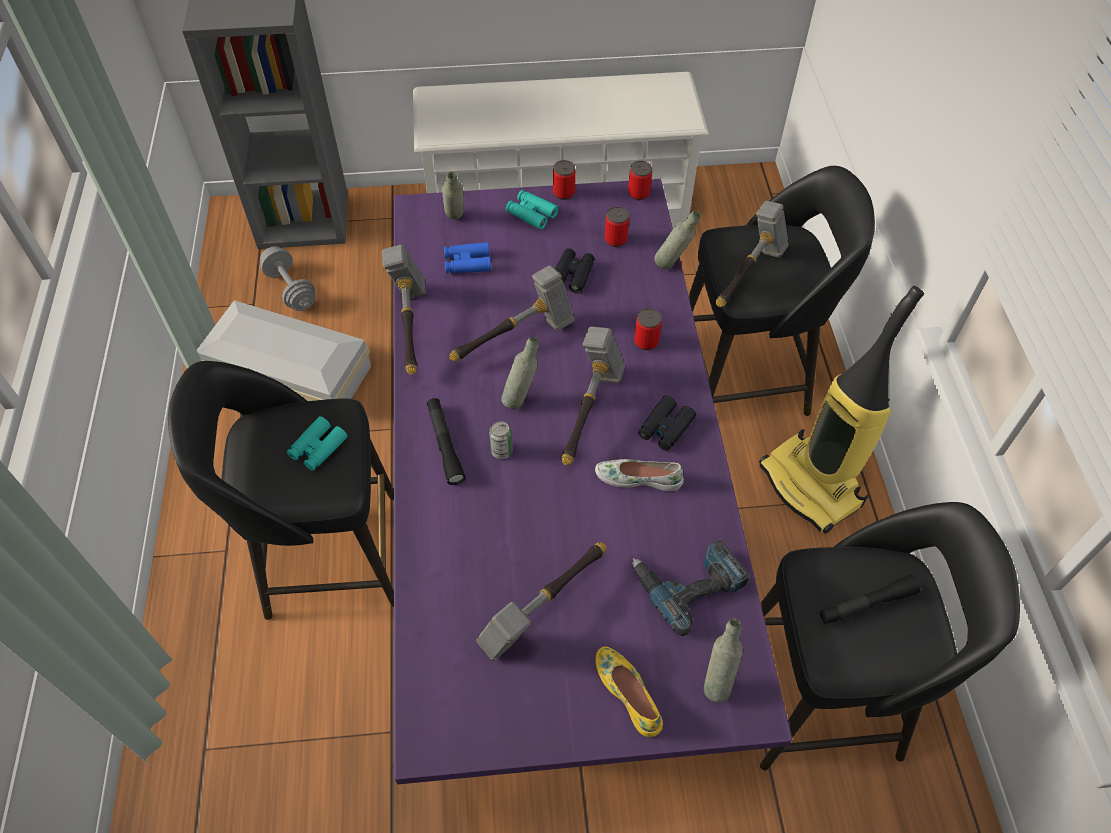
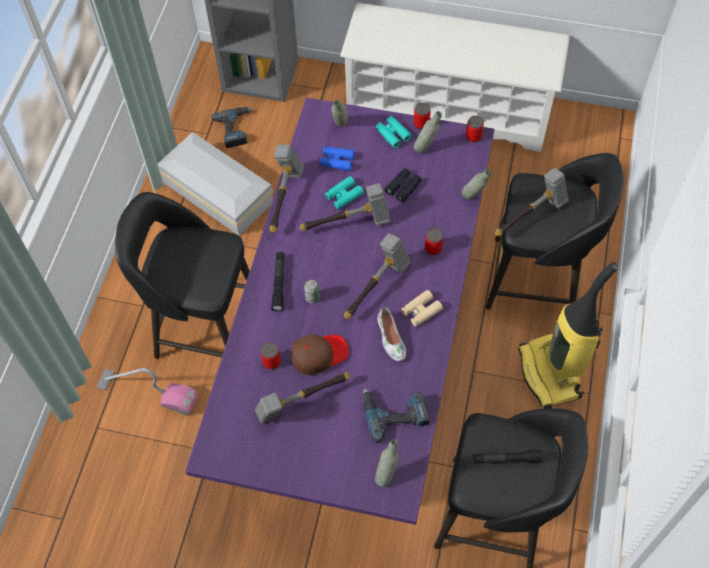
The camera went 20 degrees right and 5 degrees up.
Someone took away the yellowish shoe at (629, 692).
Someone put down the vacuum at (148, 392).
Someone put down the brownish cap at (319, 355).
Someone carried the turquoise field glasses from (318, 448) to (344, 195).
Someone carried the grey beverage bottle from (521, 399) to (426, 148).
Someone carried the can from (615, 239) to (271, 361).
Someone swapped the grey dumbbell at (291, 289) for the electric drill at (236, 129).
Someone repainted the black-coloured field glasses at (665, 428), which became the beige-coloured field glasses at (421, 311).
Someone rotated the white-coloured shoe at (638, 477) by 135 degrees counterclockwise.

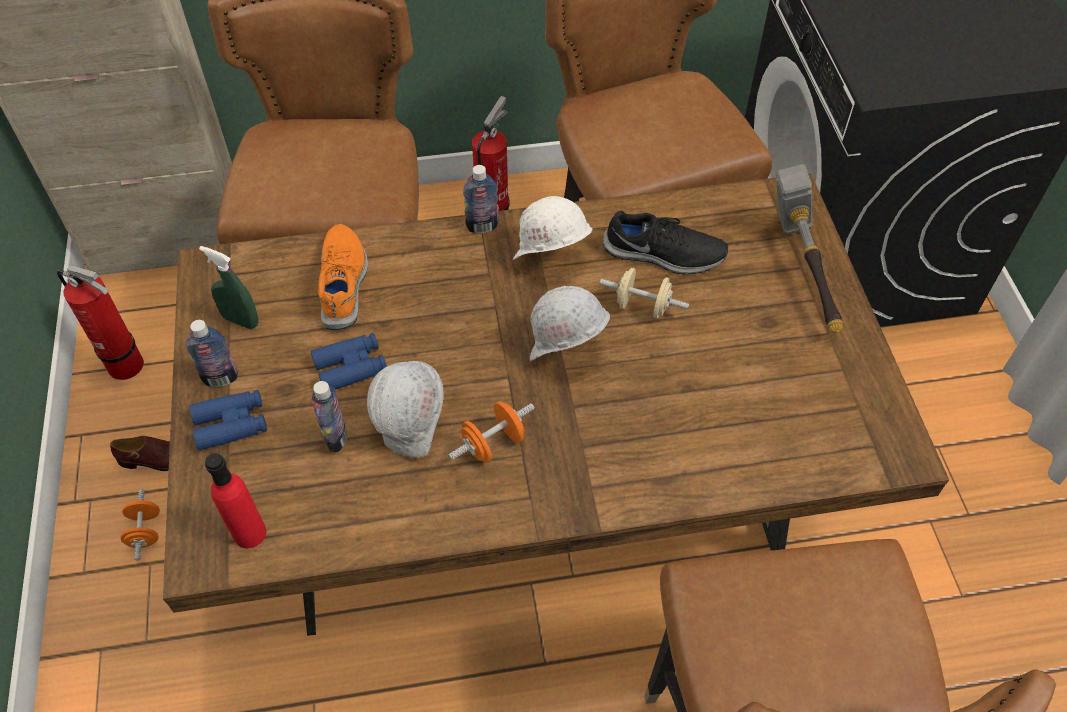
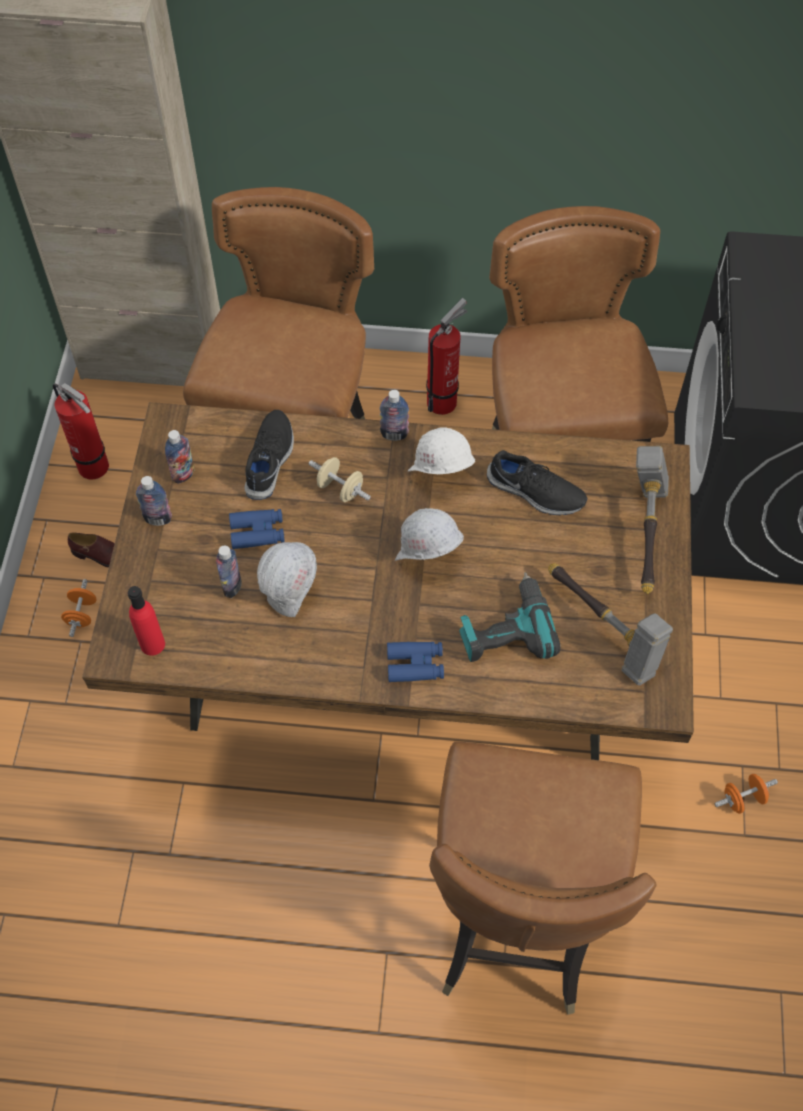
The camera went 15 degrees right and 5 degrees up.
Someone put down the electric drill at (505, 629).
Someone put down the hammer at (603, 630).
Someone carried the blue field glasses from (231, 424) to (415, 665).
Someone carried the orange-coloured dumbbell from (493, 443) to (743, 799).
Someone carried the beige-coloured dumbbell from (642, 306) to (340, 489).
Someone swapped the green hand sprayer at (240, 320) for the beverage bottle at (183, 474).
Someone repainted the orange-coloured shoe at (344, 283), which became the black-coloured shoe at (270, 460).

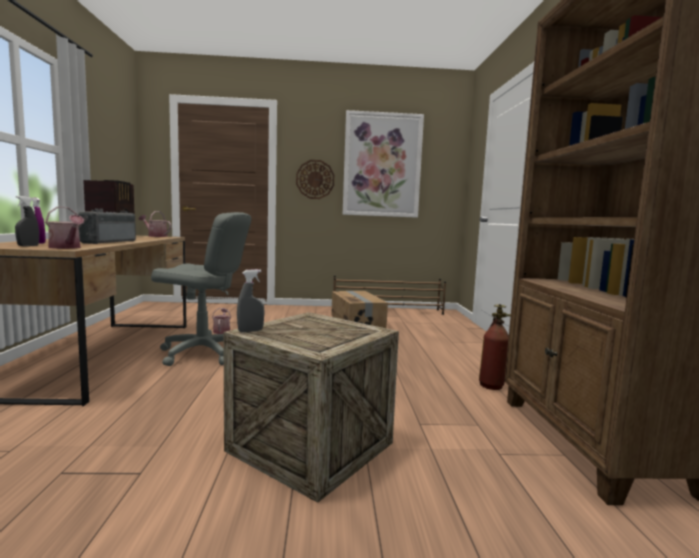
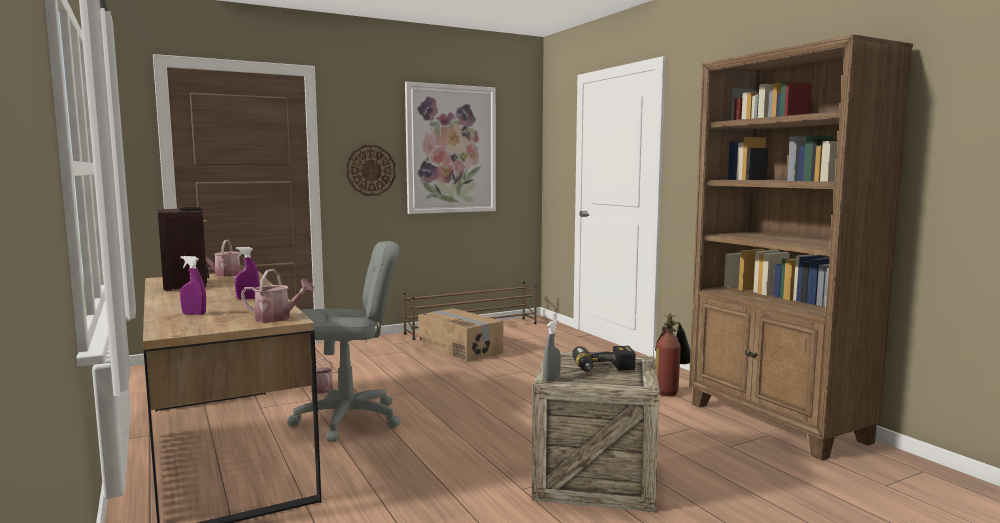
The camera went 25 degrees left and 0 degrees up.
Someone took away the grey hand sprayer at (28, 246).
Someone put down the electric drill at (604, 370).
Someone swapped the radio at (106, 242) for the purplish hand sprayer at (248, 299).

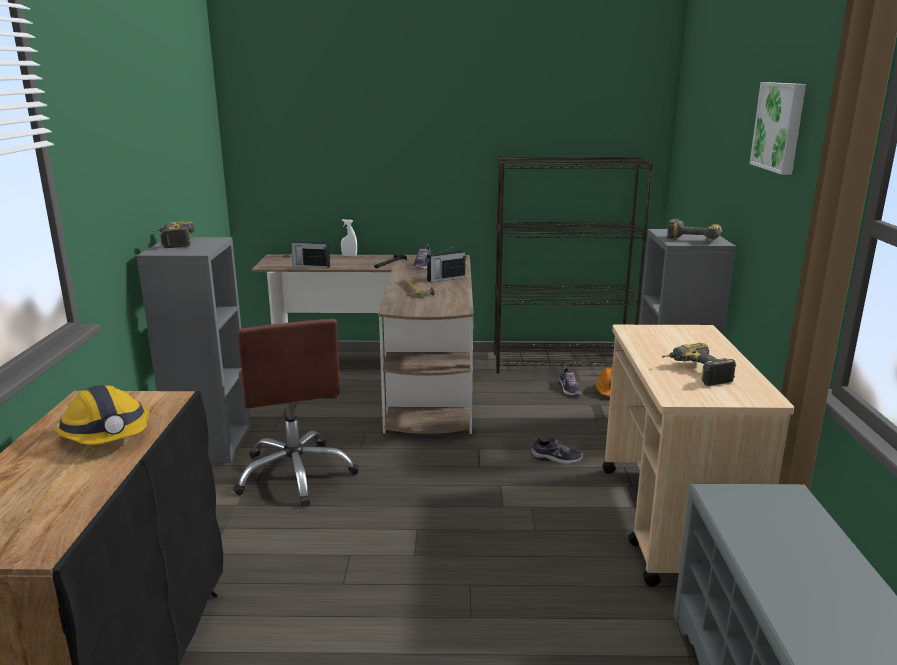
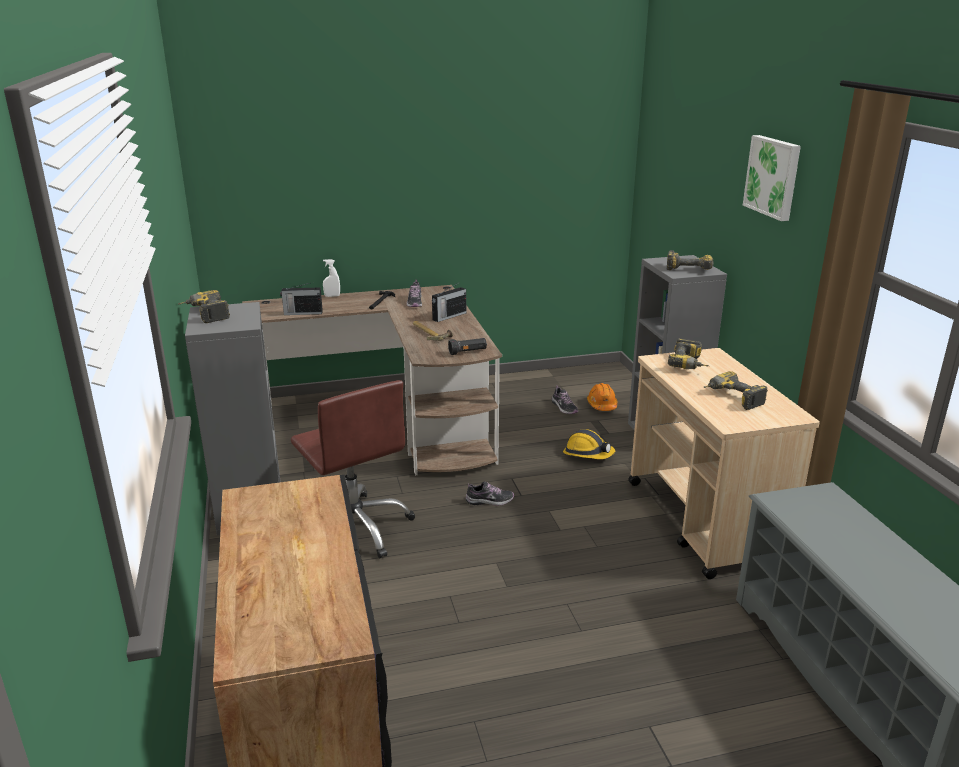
The camera went 15 degrees left and 5 degrees up.
Someone took away the black-coloured shelving unit at (562, 363).
Someone put down the black-coloured torch at (467, 352).
Someone put down the electric drill at (690, 365).
Someone carried the hard hat from (107, 435) to (588, 454).
Someone carried the shoe from (556, 458) to (489, 501).

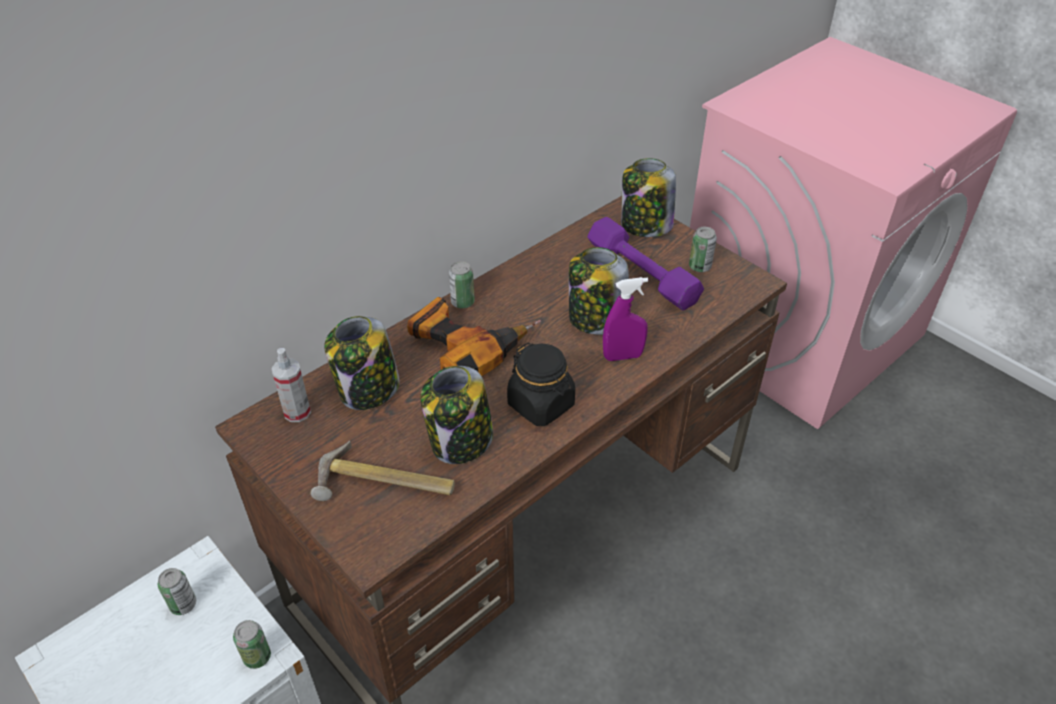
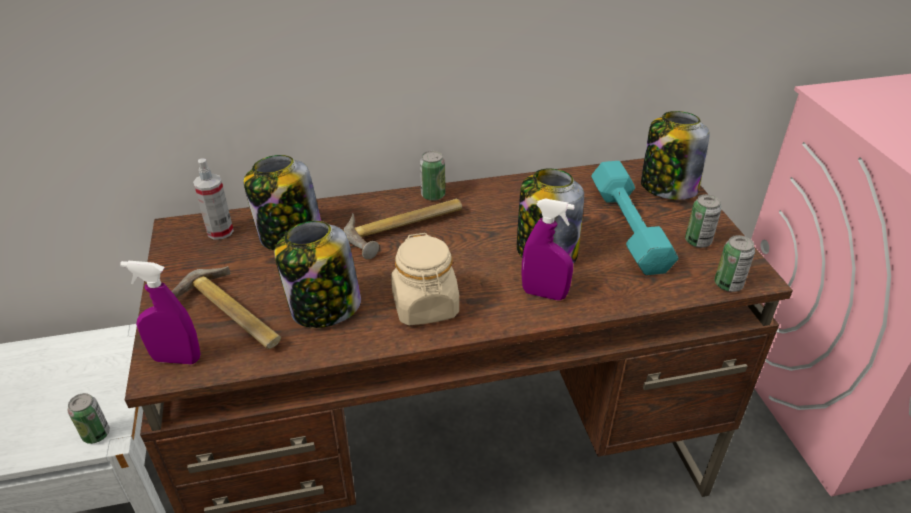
The camera went 30 degrees right and 5 degrees down.
Someone put down the purplish hand sprayer at (176, 359).
Someone carried the can from (183, 604) to (728, 284).
Someone swapped the electric drill at (467, 344) for the hammer at (406, 229).
Someone repainted the black-coloured preserve jar at (541, 404), which became the beige-coloured preserve jar at (425, 306).
Someone repainted the purplish dumbbell at (641, 273), which became the turquoise dumbbell at (628, 227).

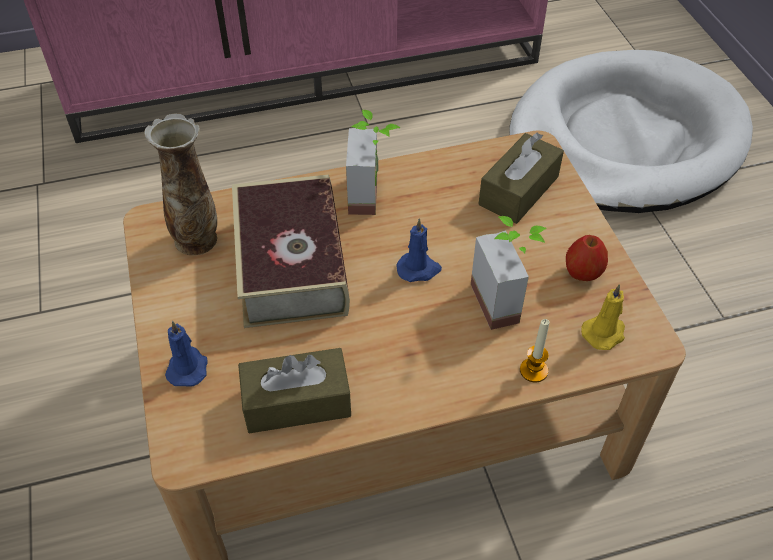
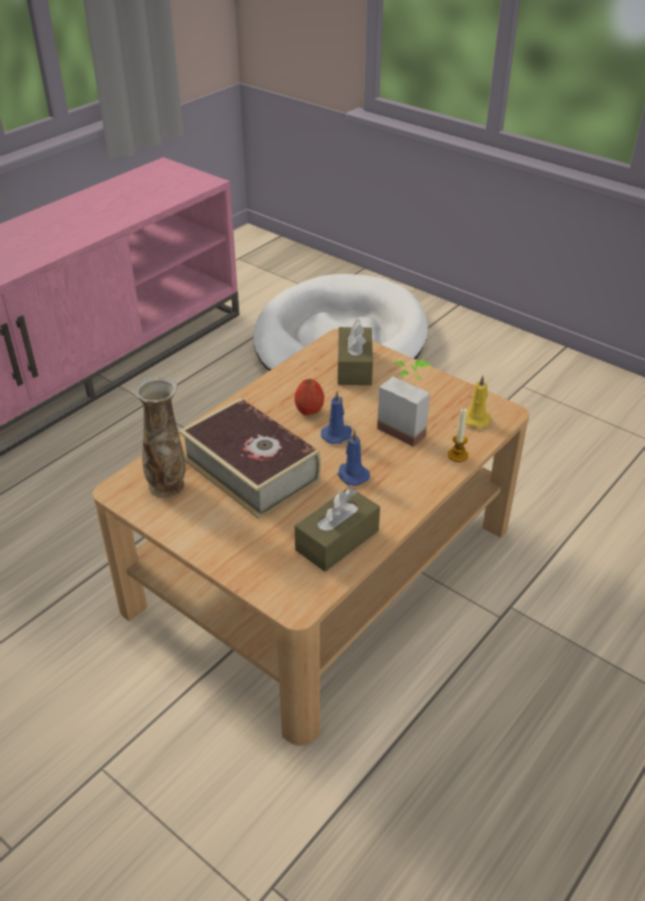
The camera went 35 degrees left and 10 degrees down.
Someone took away the plant in a pot at (374, 195).
Someone carried the blue candle from (188, 367) to (352, 475).
Someone carried the apple from (582, 274) to (309, 411).

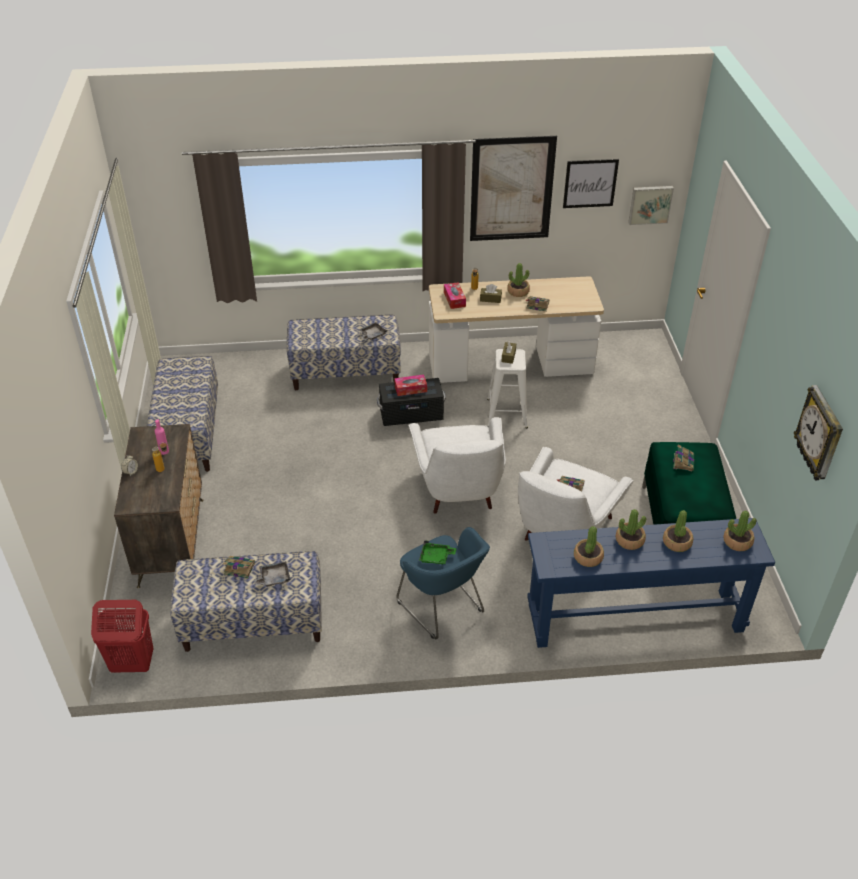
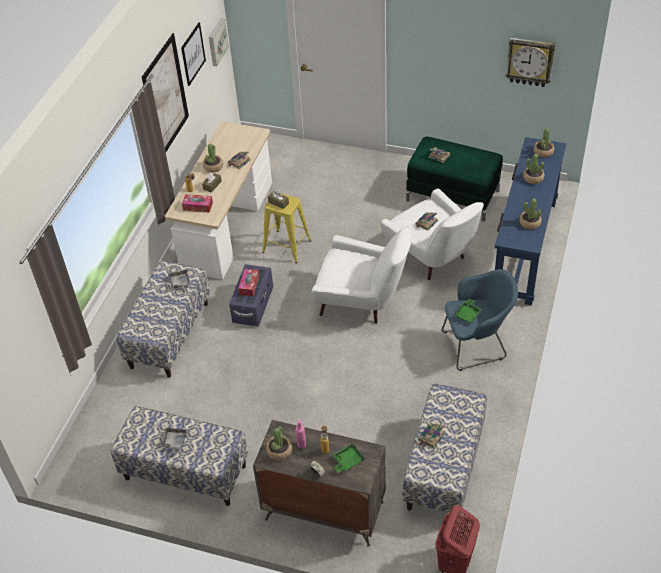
The camera went 65 degrees left and 5 degrees up.
Someone put down the green serving tray at (347, 461).
Someone carried the grey serving tray from (273, 578) to (174, 442).
Someone carried the plant in a pot from (629, 540) to (279, 451).
Someone repainted the black-coloured storage bin at (411, 414), which became the purplish storage bin at (253, 305).
Someone repainted the white-coloured stool at (507, 413), which became the yellowish stool at (286, 246).

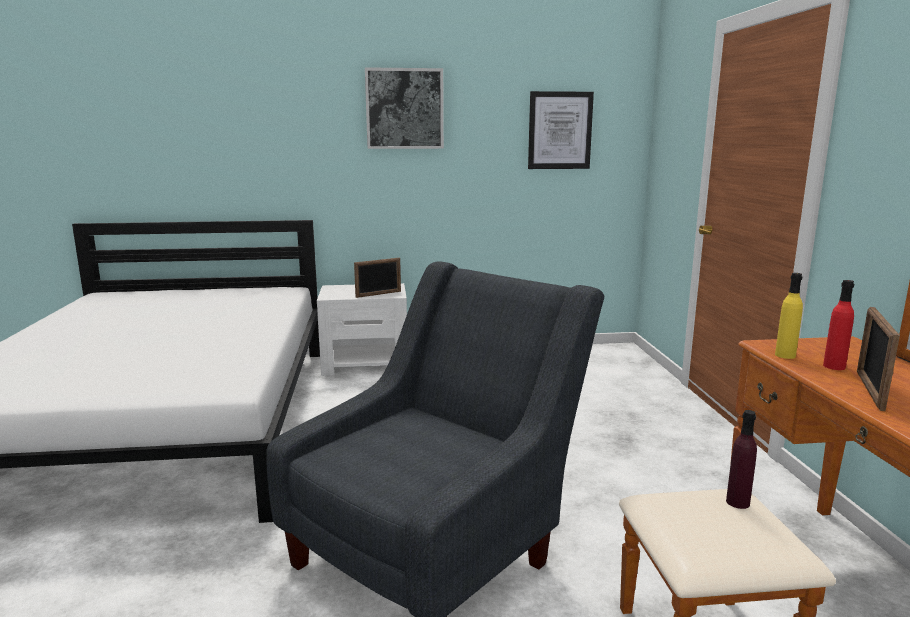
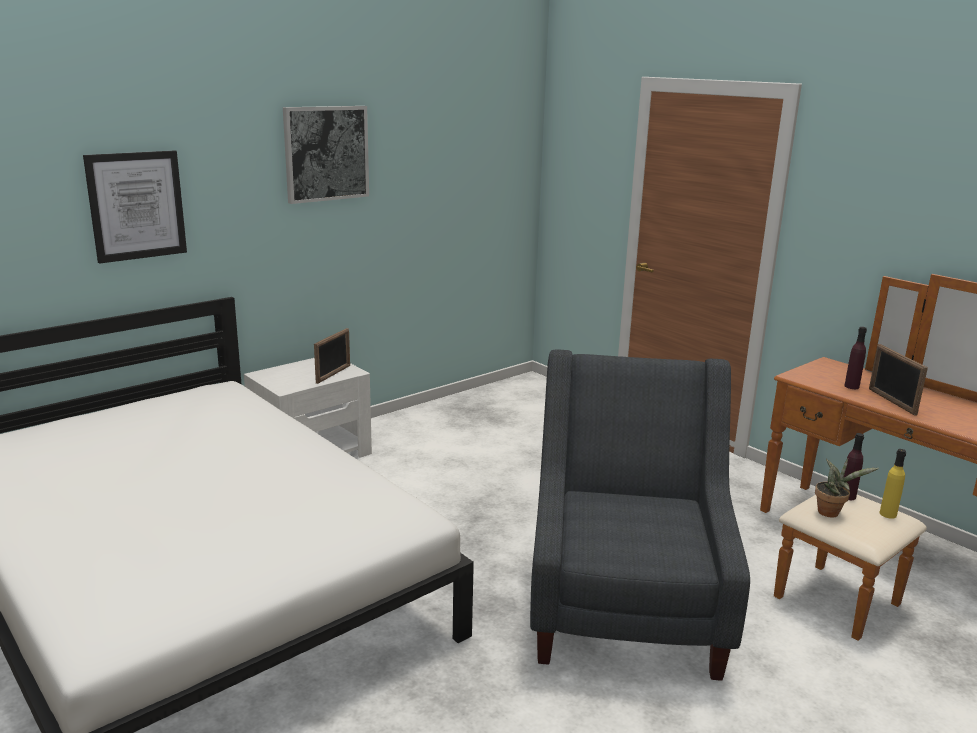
The camera went 35 degrees left and 5 degrees up.
Someone put down the plant in a pot at (831, 512).
Someone carried the picture from (560, 130) to (136, 205).
Someone carried the yellowish beverage bottle from (785, 355) to (888, 514).
Someone repainted the red beverage bottle at (834, 366), which became the purplish beverage bottle at (851, 386).

